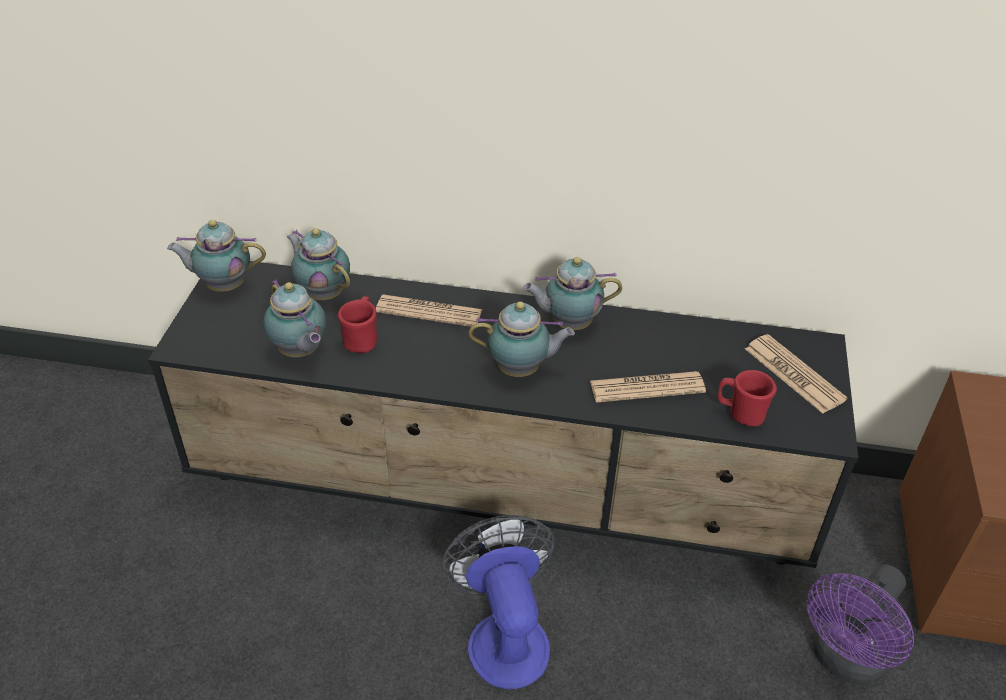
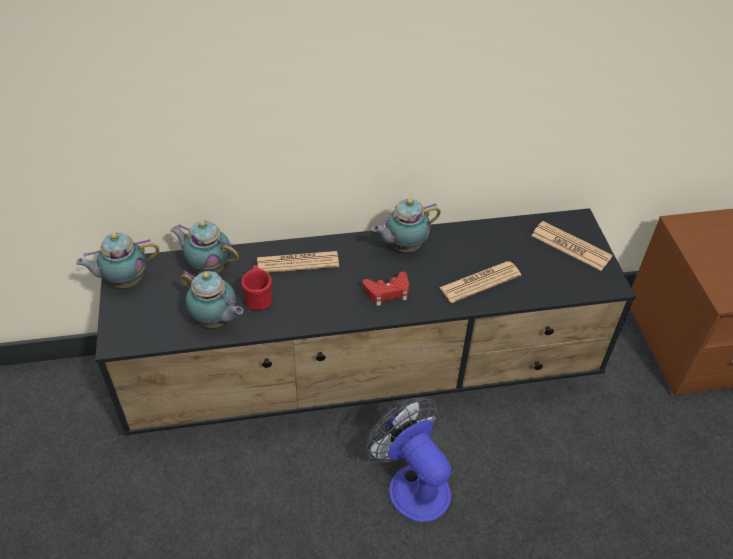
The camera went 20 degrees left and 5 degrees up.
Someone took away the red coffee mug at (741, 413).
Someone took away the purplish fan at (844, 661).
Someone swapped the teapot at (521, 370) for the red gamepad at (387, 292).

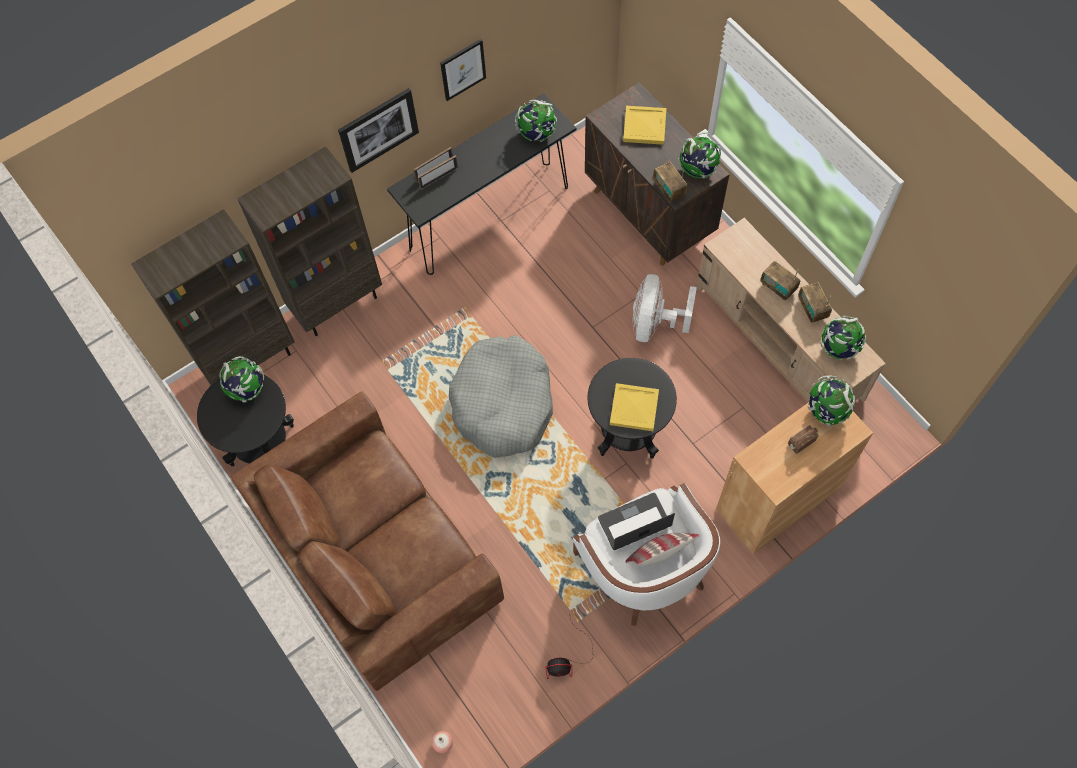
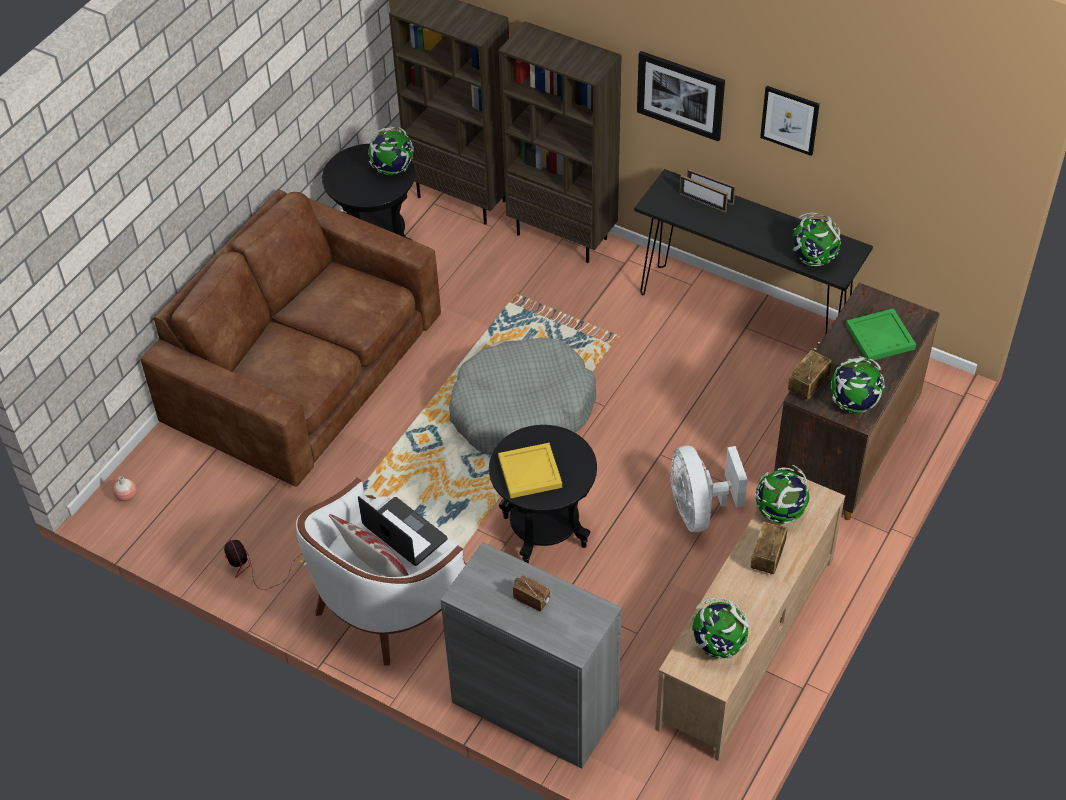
The camera went 65 degrees right and 15 degrees down.
Someone took away the radio at (812, 309).
Someone carried the world globe from (826, 411) to (780, 512).
Someone repainted the yellowish serving tray at (644, 127), which became the green serving tray at (879, 337).
Someone repainted the brownish storage cabinet at (778, 498), which became the grey storage cabinet at (535, 706).
Someone rotated the white-coloured fan at (654, 323) by 90 degrees counterclockwise.

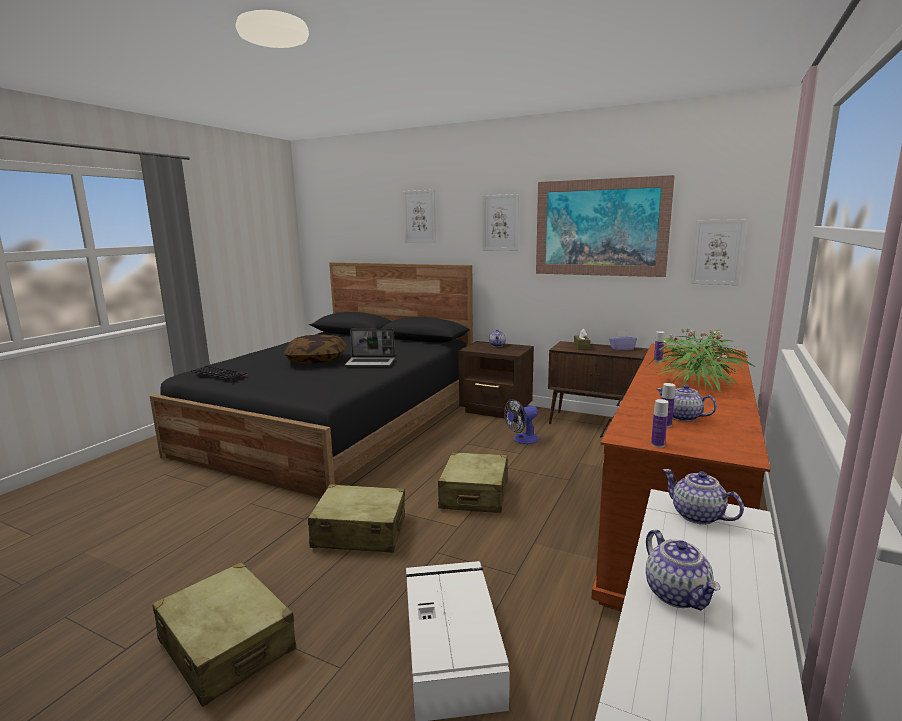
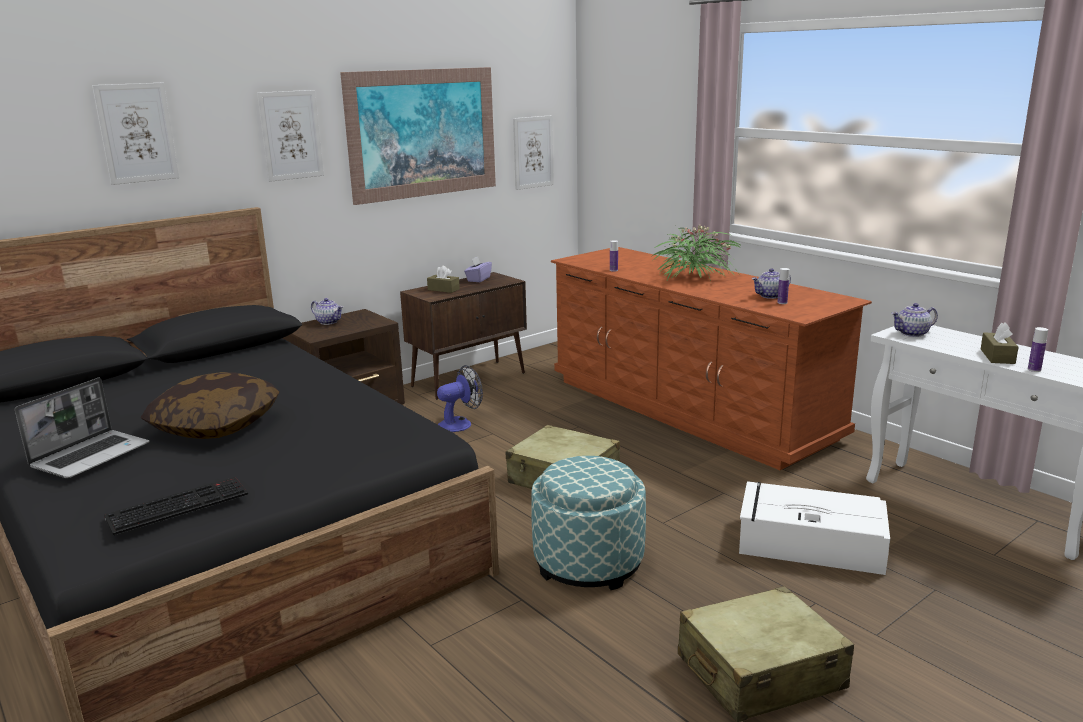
The camera went 65 degrees left and 5 degrees up.
Someone carried the notebook computer from (371, 363) to (91, 455).
Someone carried the beverage bottle from (657, 444) to (1034, 370).
Someone swapped the beige-coloured travel case at (360, 532) for the ottoman at (588, 562).
Someone swapped the teapot at (677, 594) for the brownish tissue box at (997, 356).
Someone rotated the fan at (522, 440) by 120 degrees counterclockwise.

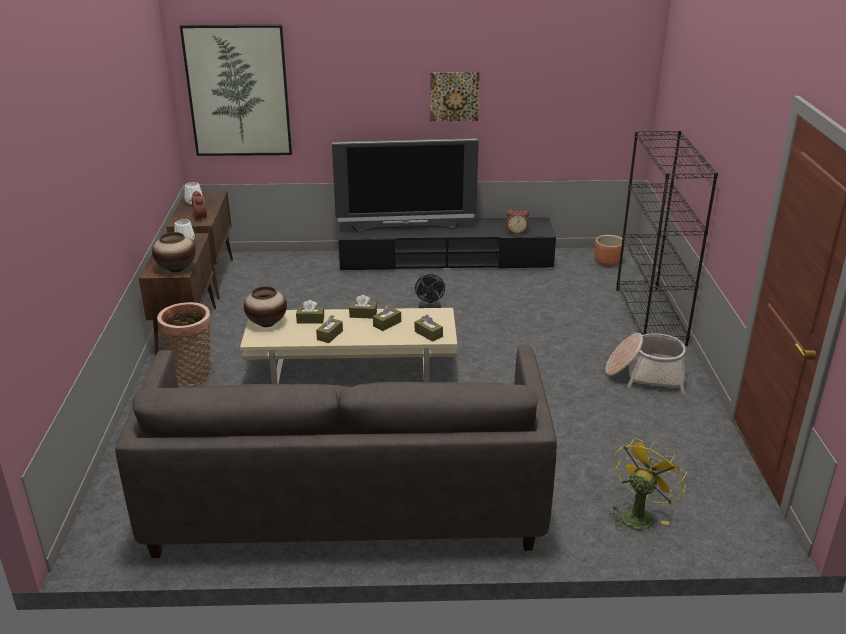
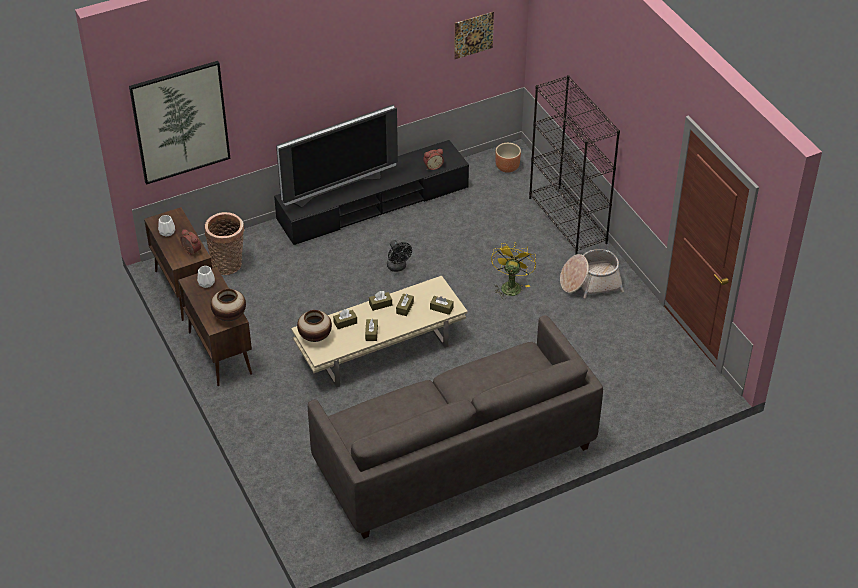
The camera went 25 degrees left and 15 degrees up.
Someone carried the household basket from (193, 375) to (228, 264).
Someone carried the picture from (454, 96) to (473, 35).
Someone carried the yellowish fan from (639, 514) to (511, 285).

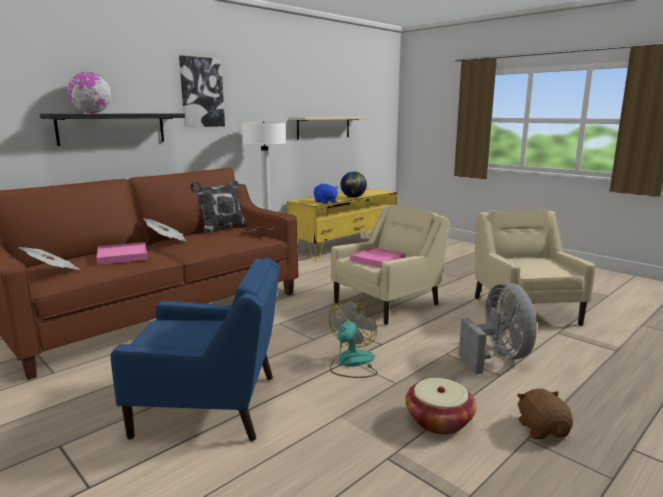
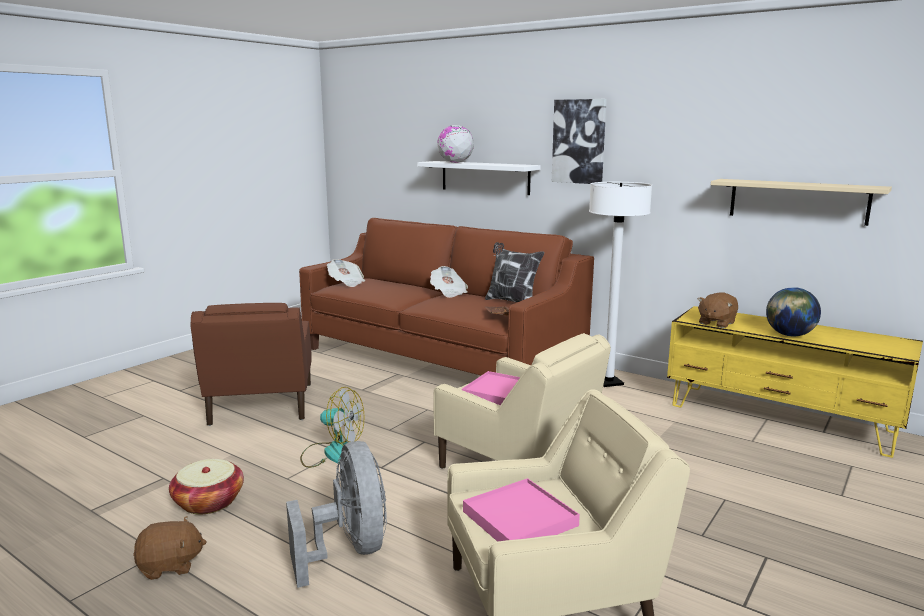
The camera went 80 degrees right and 0 degrees up.
Someone carried the pinkish serving tray from (123, 256) to (519, 519).
Someone repainted the black-coloured shelf at (112, 128), which became the white-coloured shelf at (485, 177).
Someone repainted the blue lounge chair at (210, 406), which became the brownish lounge chair at (261, 405).
Someone repainted the blue cuddly toy at (325, 202), which became the brownish cuddly toy at (716, 323).
Someone rotated the grey fan at (497, 357) by 90 degrees counterclockwise.

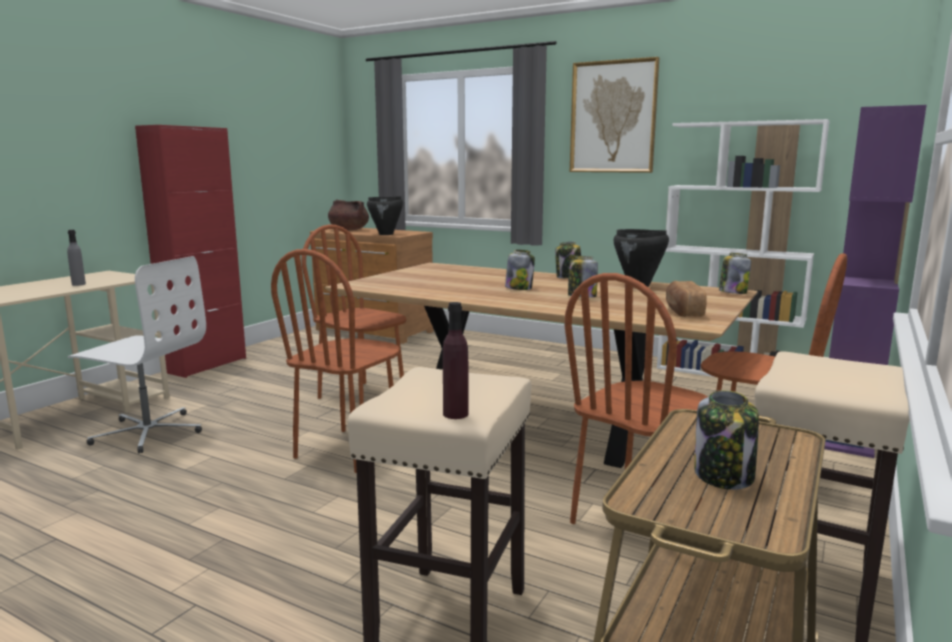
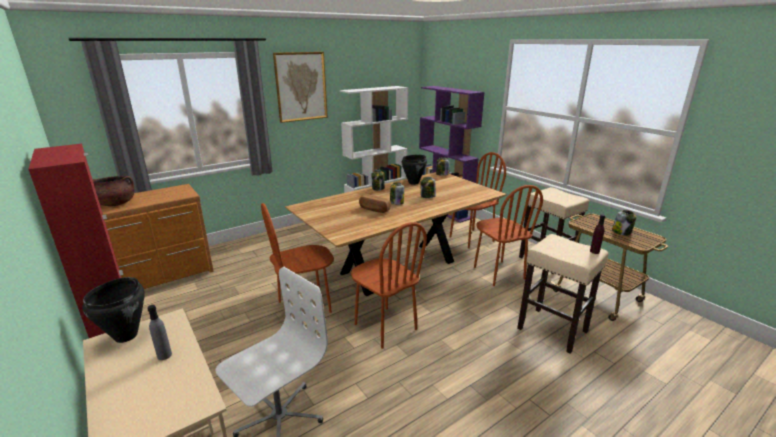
The camera went 65 degrees left and 10 degrees up.
Someone carried the black-coloured stockpot from (386, 234) to (127, 336).
Someone carried the bakery bread from (683, 311) to (374, 209).

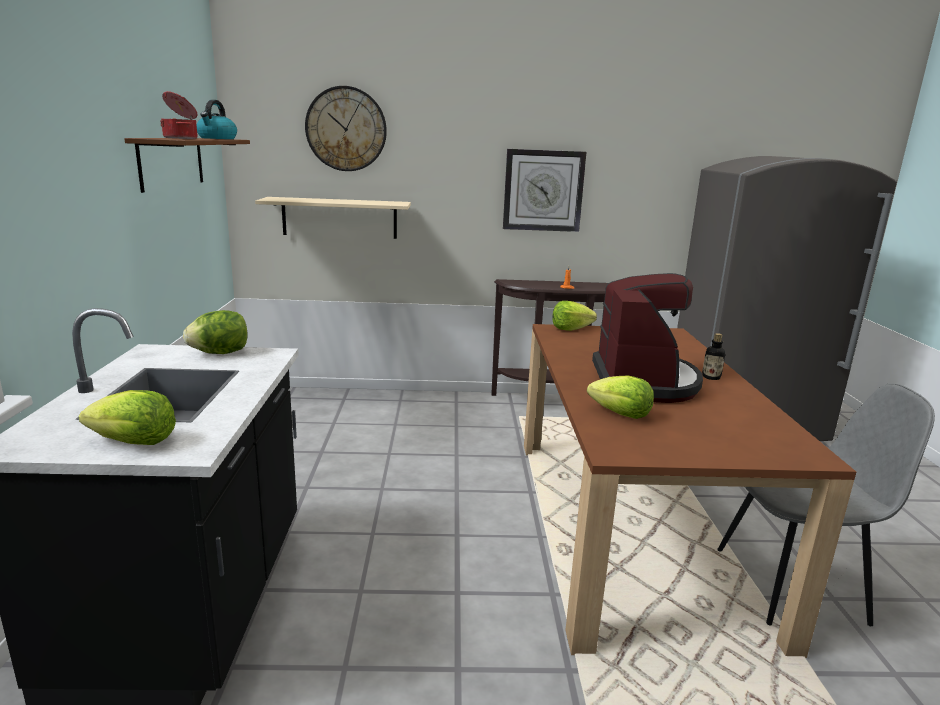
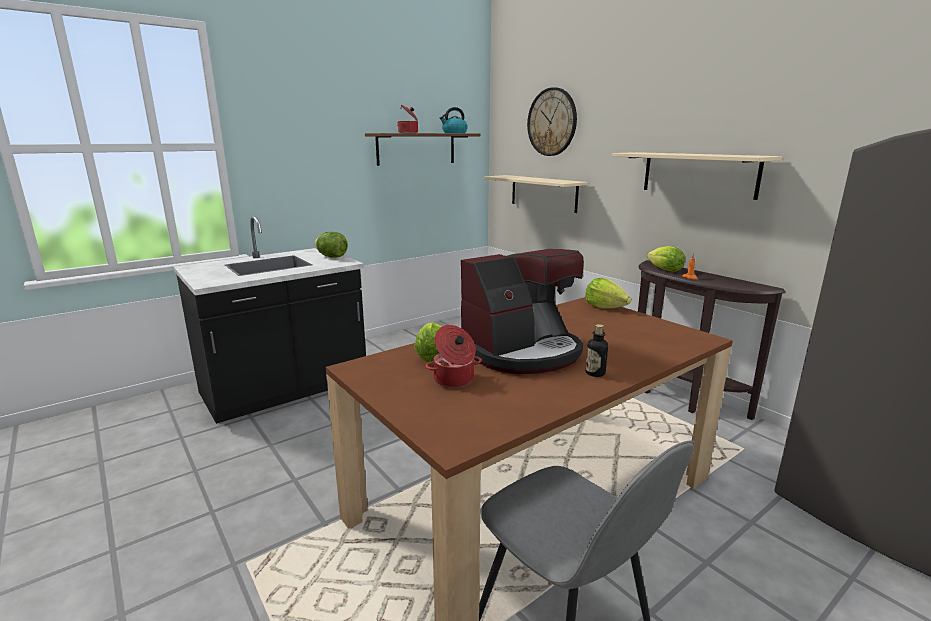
The camera went 55 degrees right and 0 degrees up.
Someone put down the stockpot at (454, 380).
Someone carried the lettuce from (134, 442) to (664, 270).
Someone swapped the clock on the wall at (543, 190) for the beige-coloured shelf at (698, 174).

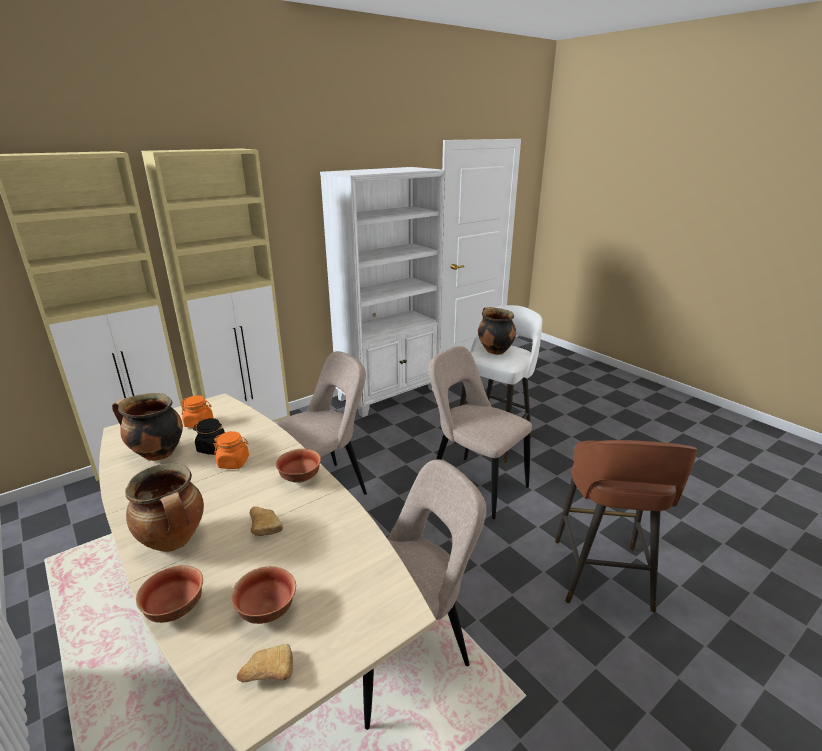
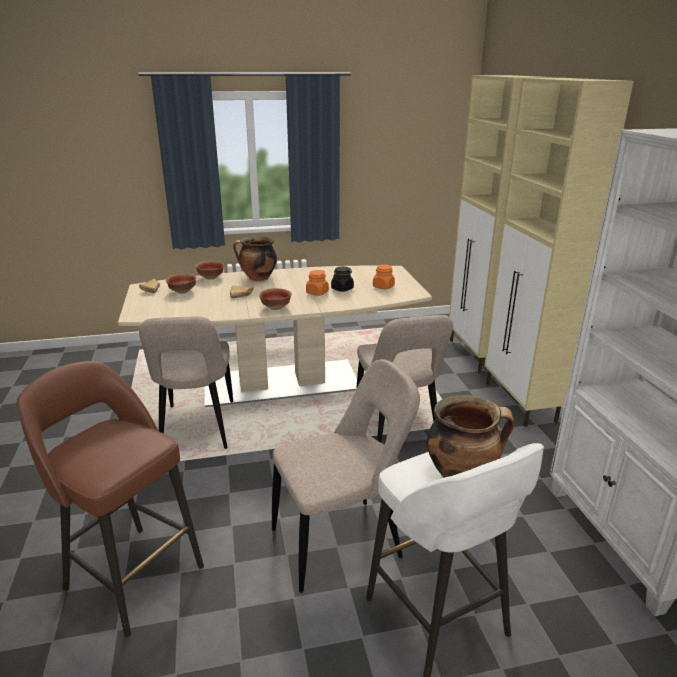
The camera went 115 degrees right and 0 degrees up.
Someone took away the stockpot at (156, 453).

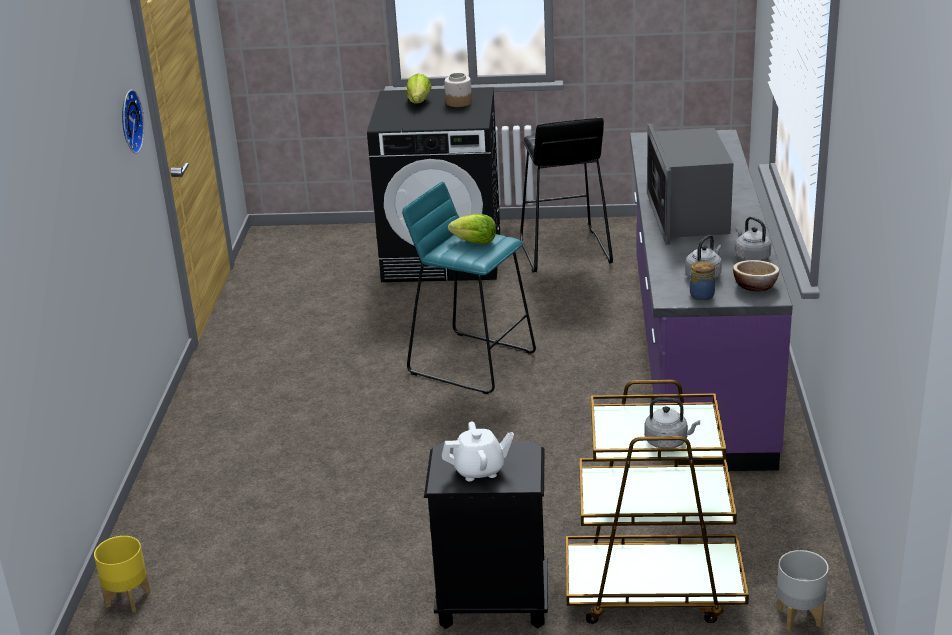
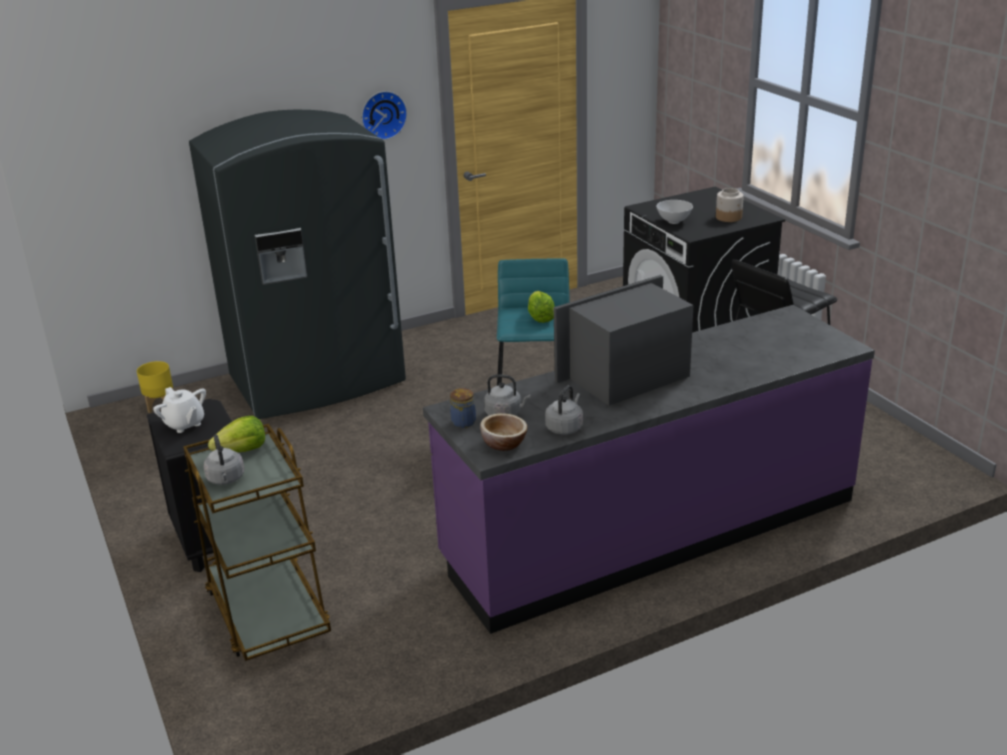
The camera went 60 degrees right and 0 degrees up.
Someone took away the grey planter at (799, 617).
Someone put down the grey kitchen fridge at (318, 381).
Someone put down the white-coloured bowl at (674, 221).
Someone carried the lettuce from (419, 102) to (242, 451).

